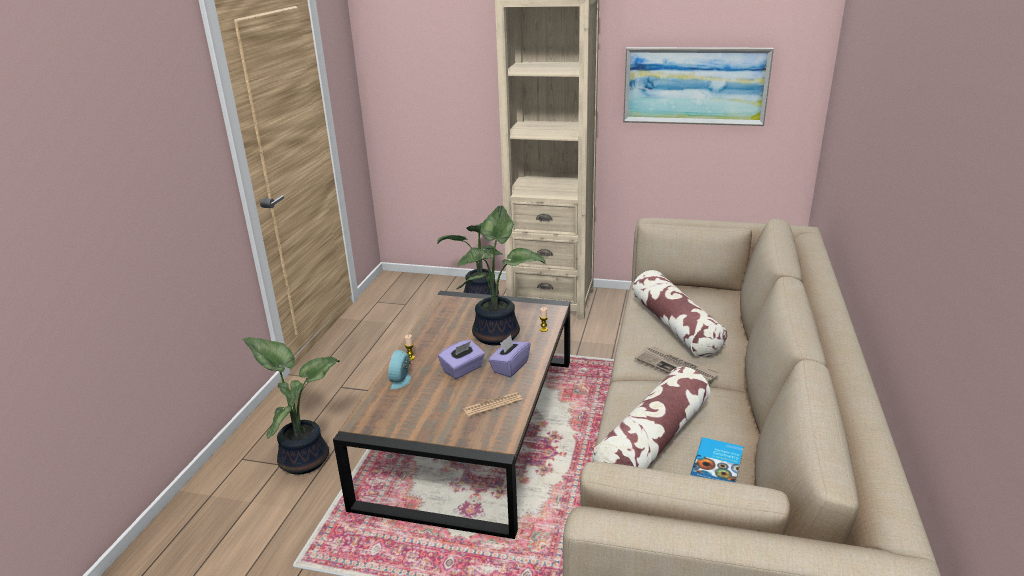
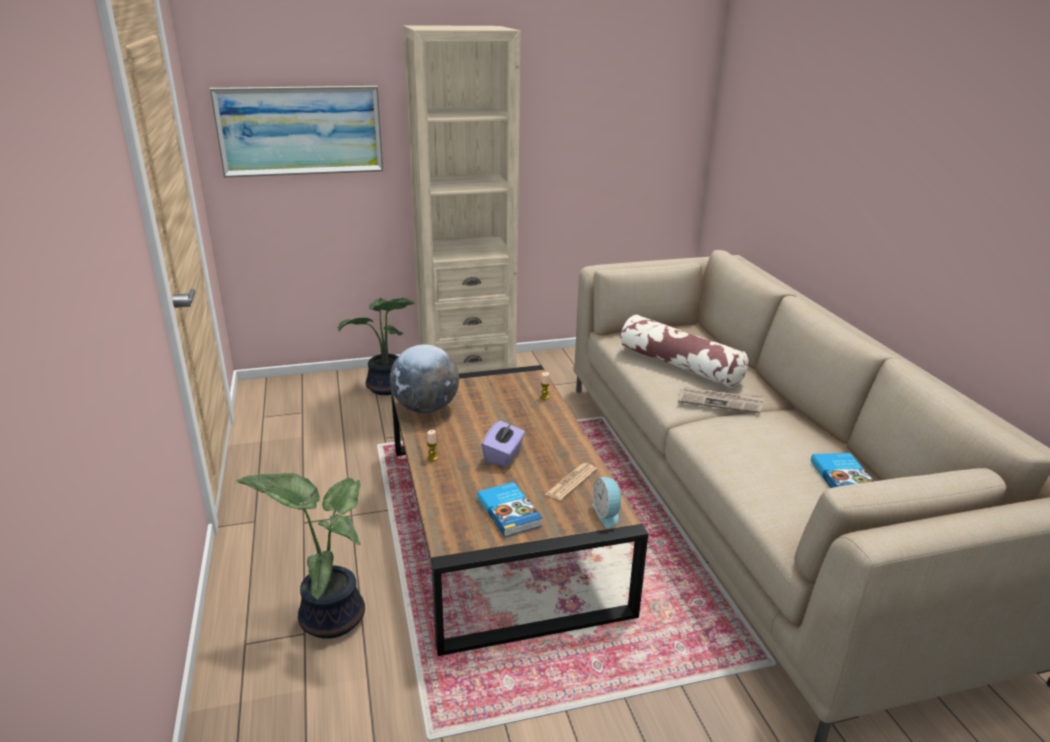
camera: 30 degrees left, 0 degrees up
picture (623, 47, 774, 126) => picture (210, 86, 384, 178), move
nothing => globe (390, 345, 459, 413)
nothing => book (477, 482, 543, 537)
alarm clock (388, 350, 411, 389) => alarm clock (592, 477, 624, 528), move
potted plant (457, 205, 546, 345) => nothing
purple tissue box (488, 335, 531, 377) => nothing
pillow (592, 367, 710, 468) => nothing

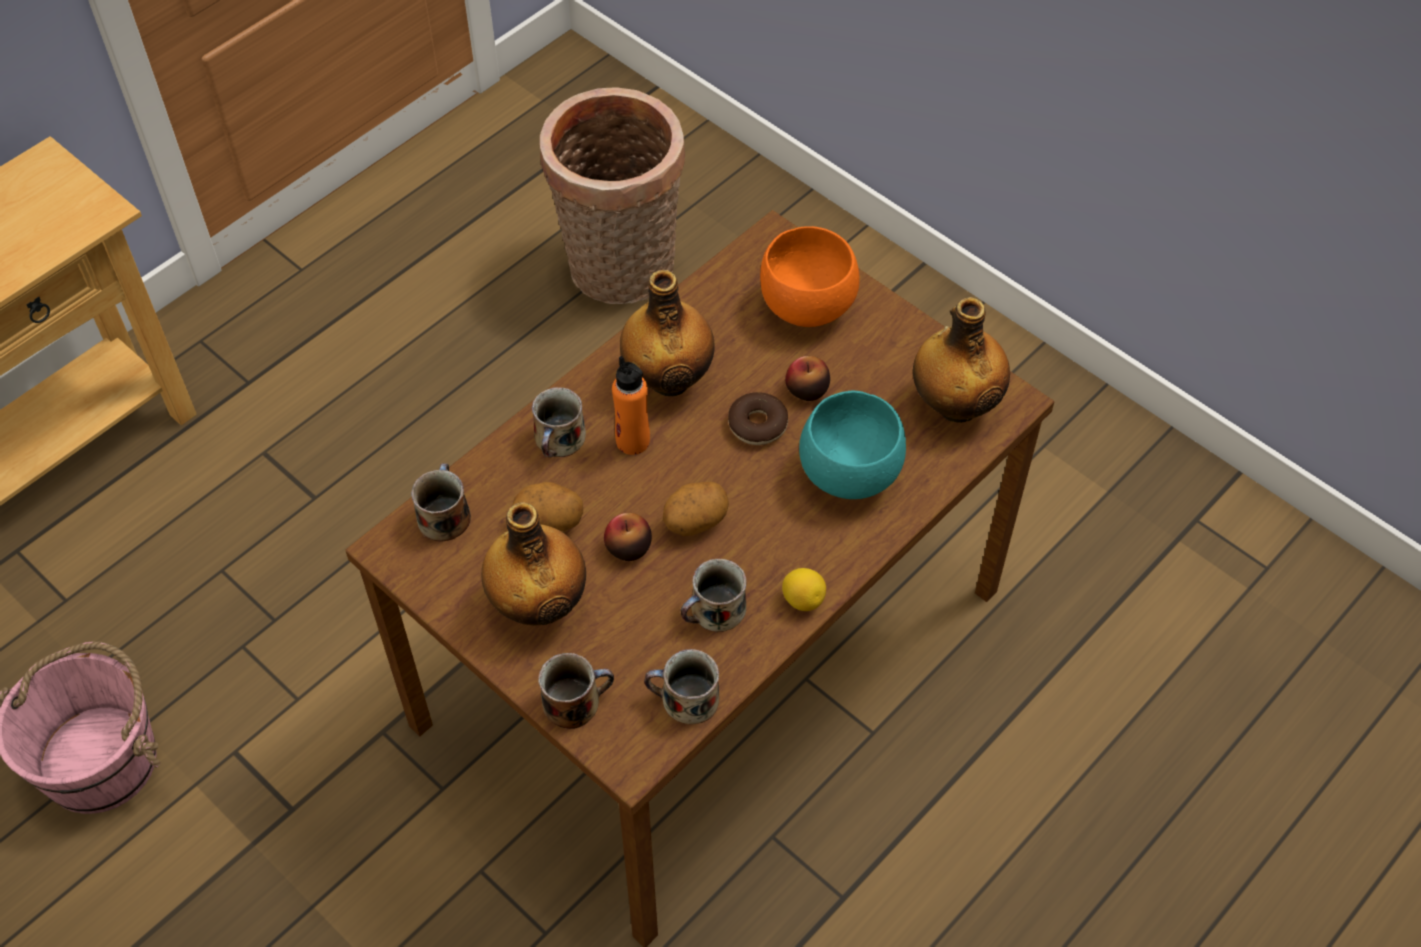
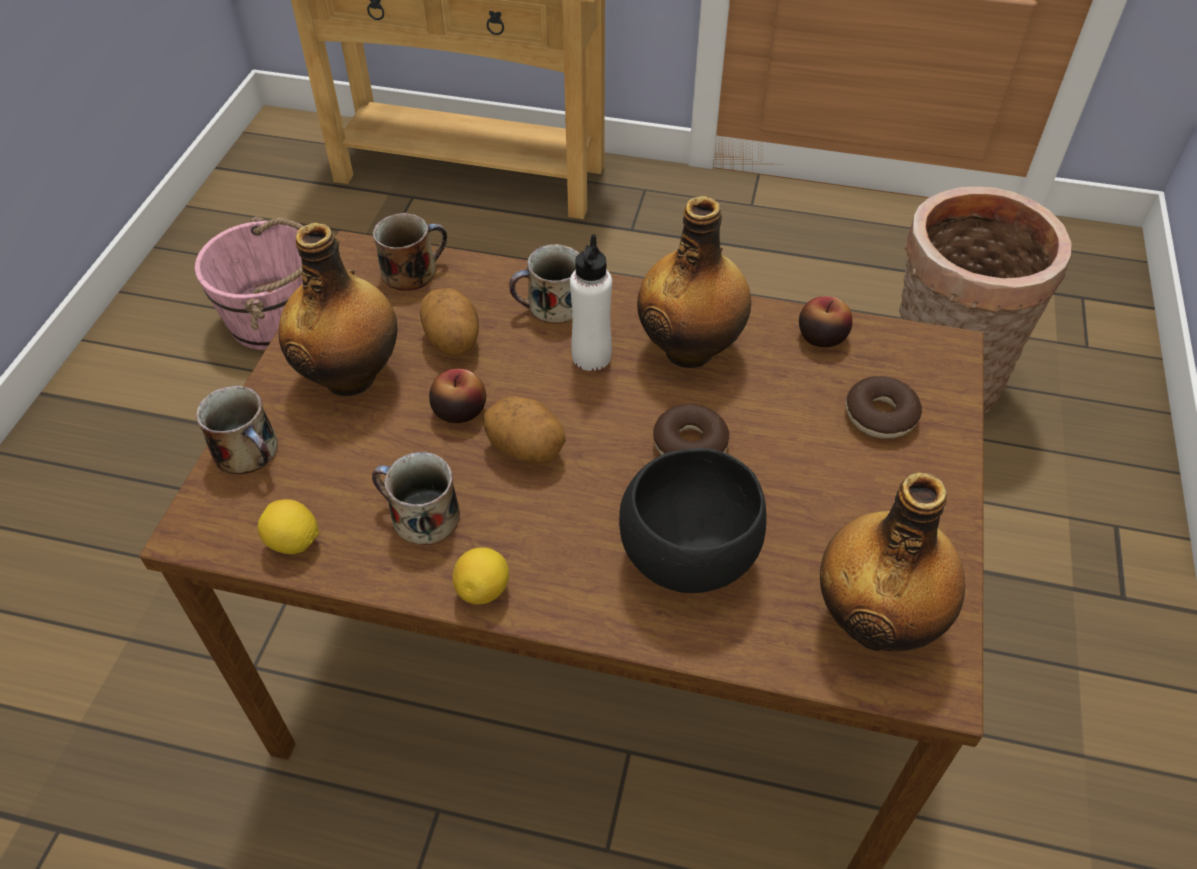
camera: 60 degrees right, 5 degrees down
mug (644, 649, 719, 724) => lemon (258, 499, 319, 554)
orange bottle (612, 356, 650, 455) => white bottle (570, 234, 612, 371)
turquoise bowl (799, 391, 906, 499) => black bowl (619, 448, 767, 593)
apple (785, 356, 830, 401) => apple (799, 296, 853, 347), move
orange bowl (760, 226, 860, 327) => donut (846, 376, 922, 439)

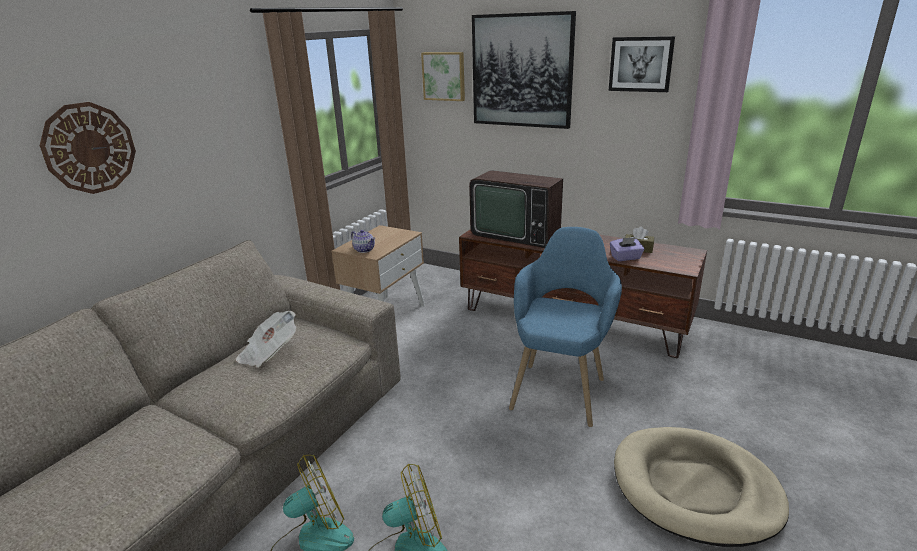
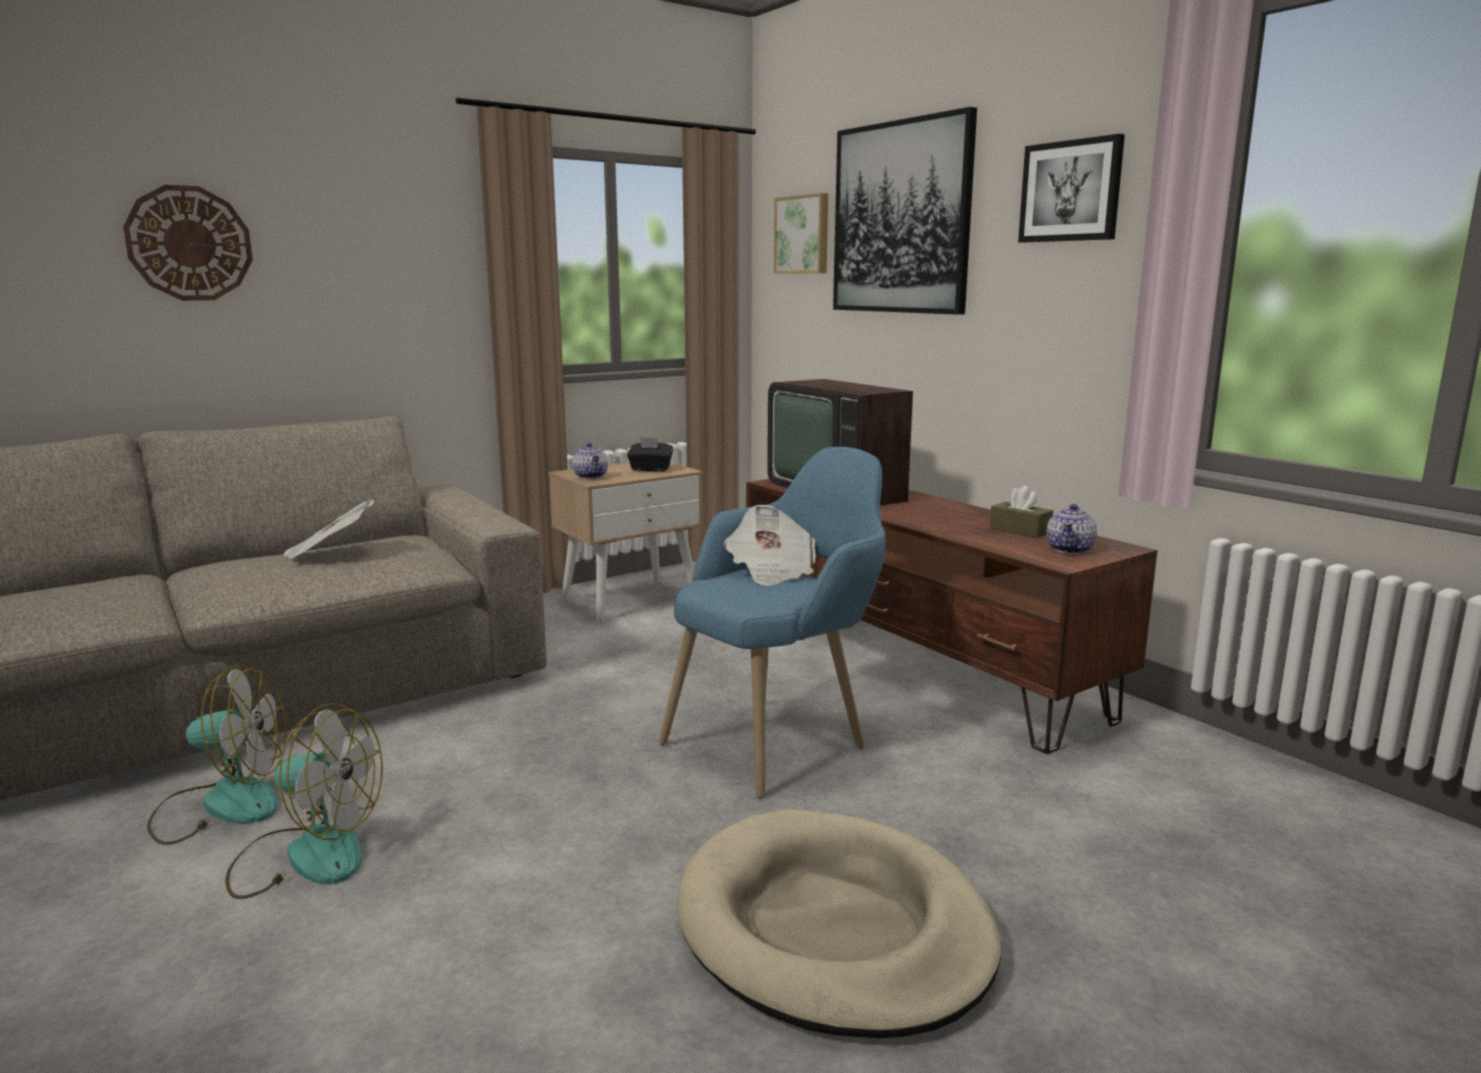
camera: 25 degrees right, 10 degrees down
nothing => black tissue box (627, 437, 673, 471)
nothing => newspaper (723, 505, 816, 586)
nothing => teapot (1046, 504, 1097, 554)
purple tissue box (610, 237, 645, 261) => nothing

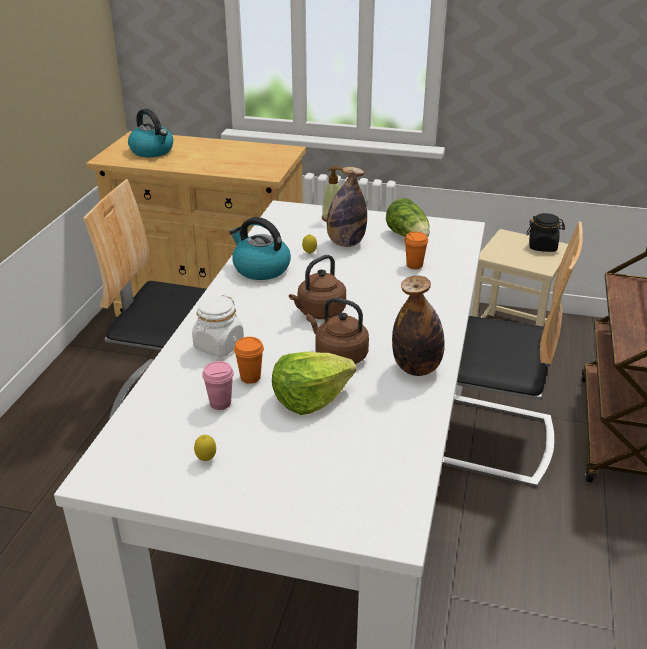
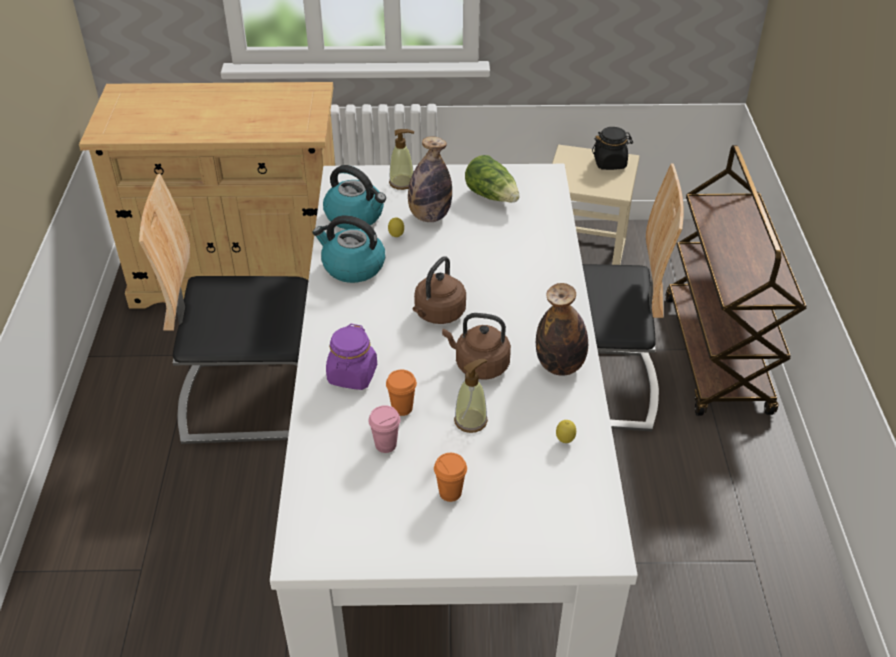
camera: 15 degrees left, 10 degrees up
kettle (128, 109, 173, 157) => kettle (323, 165, 386, 229), move
white jar (192, 295, 244, 357) => purple jar (326, 324, 377, 390)
orange cup (404, 232, 428, 269) => orange cup (434, 453, 467, 502), move
lettuce (272, 352, 356, 415) => soap dispenser (454, 359, 488, 433)
lemon (194, 435, 216, 461) => lemon (556, 420, 576, 443), move

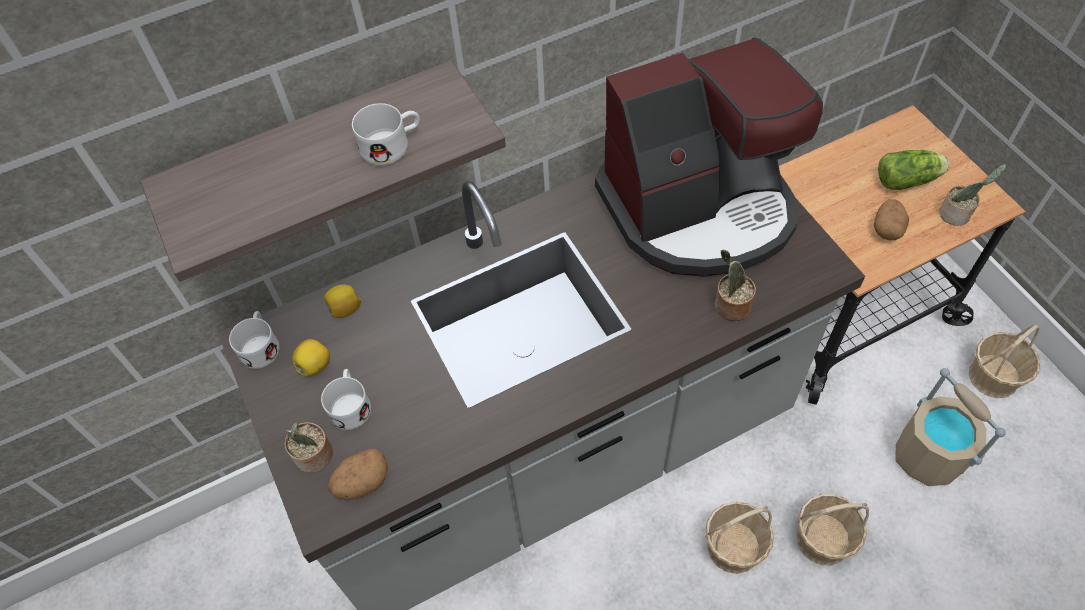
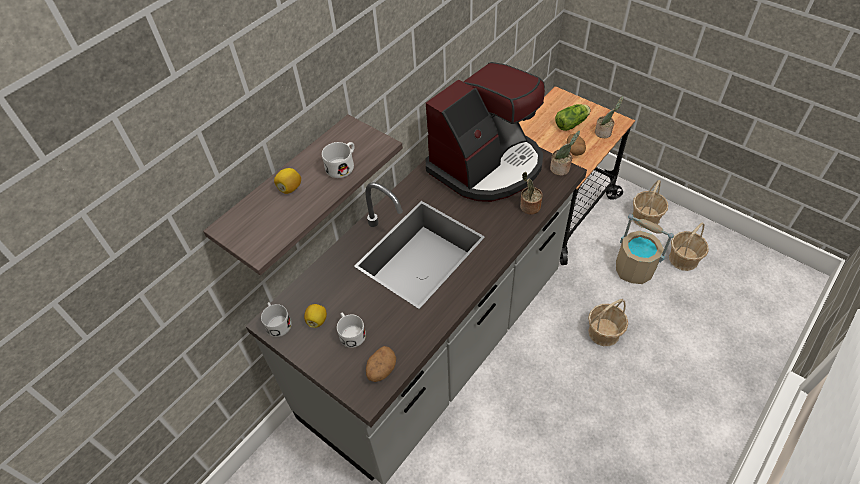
camera: 25 degrees left, 5 degrees down
lemon (324, 285, 361, 318) => lemon (274, 168, 301, 194), move
potted plant (285, 422, 333, 473) => potted plant (550, 131, 580, 176), move
basket (705, 502, 774, 574) => basket (669, 222, 709, 271), move

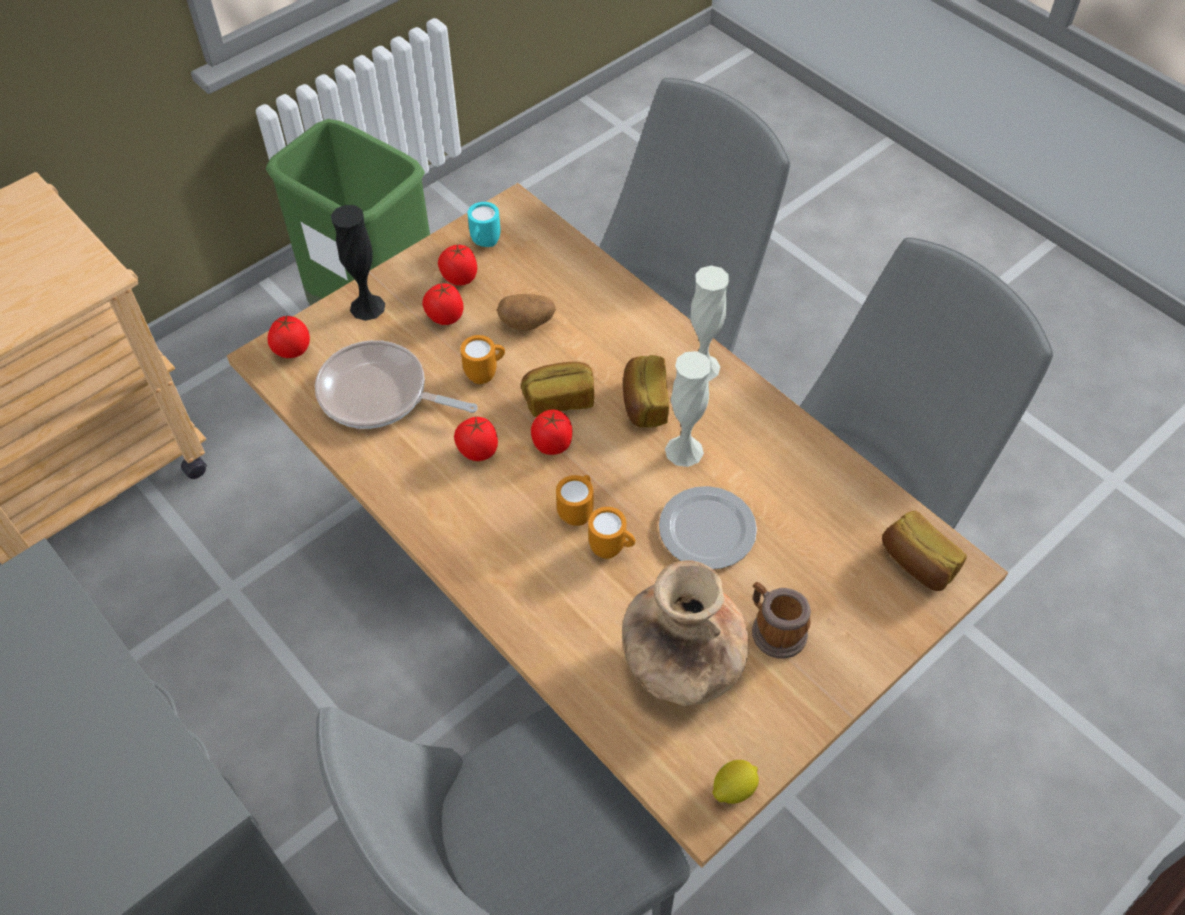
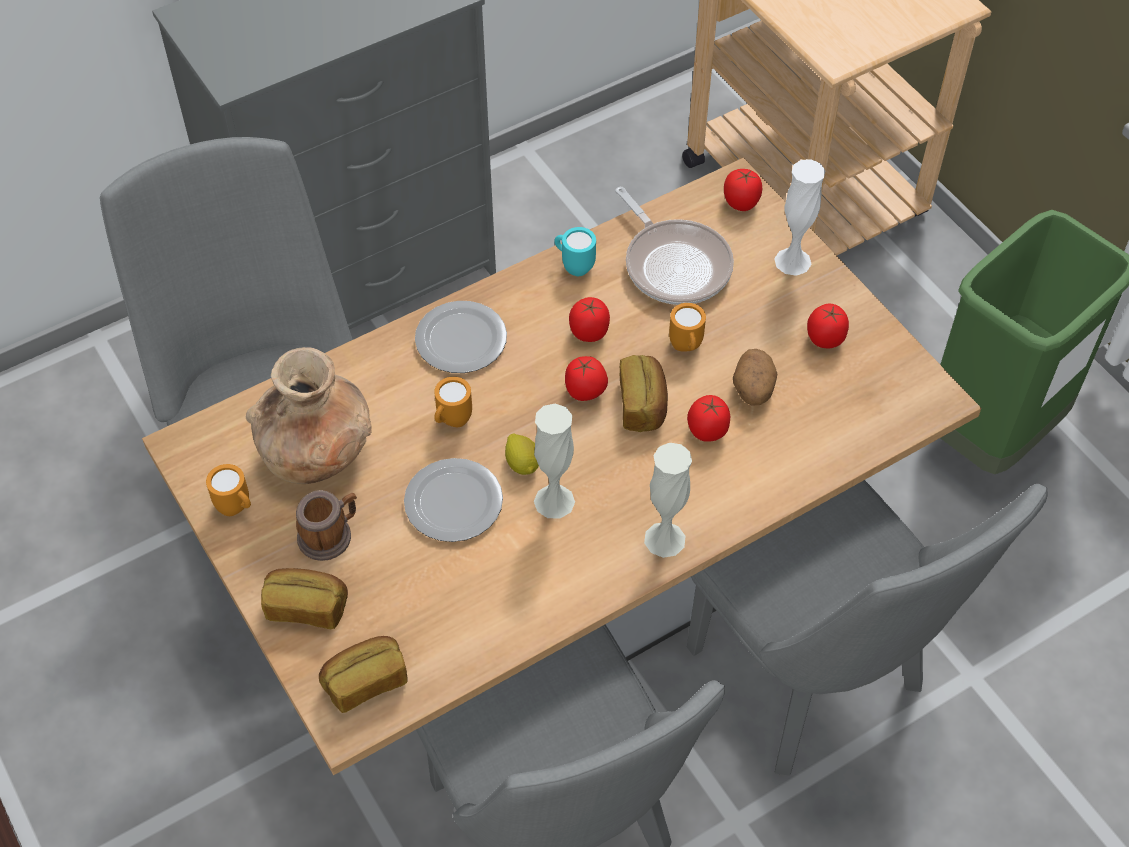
camera: 100 degrees right, 0 degrees up
orange mug (556, 475, 593, 526) => orange mug (206, 464, 251, 516), move
bread (623, 355, 669, 428) => bread (261, 568, 348, 629), move
nothing => plate (415, 301, 507, 373)
lemon (712, 760, 759, 804) => lemon (505, 433, 539, 475), move
turquoise mug (467, 202, 500, 247) => turquoise mug (554, 227, 596, 276), move
frying pan (315, 340, 478, 429) => frying pan (615, 187, 734, 305), 120 degrees clockwise
tomato (422, 283, 464, 325) => tomato (687, 395, 730, 442), move
black vase (331, 205, 385, 321) => white vase (774, 159, 826, 276)

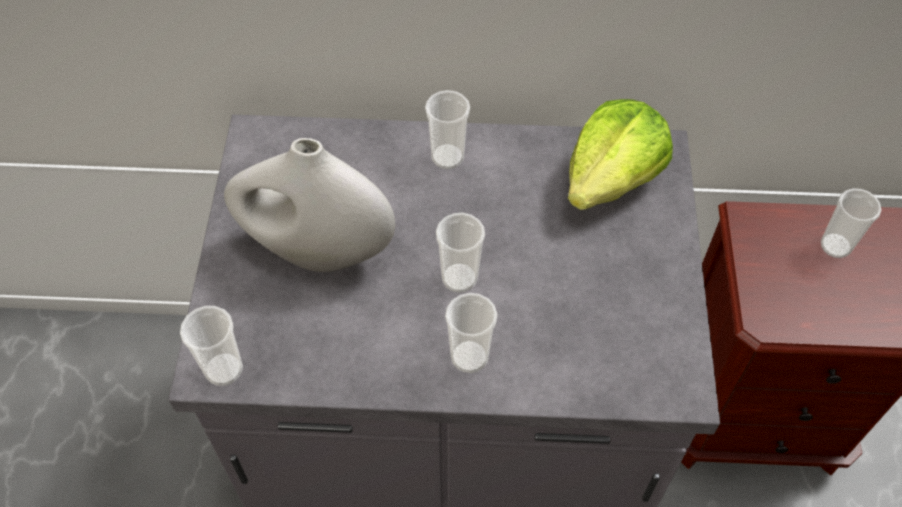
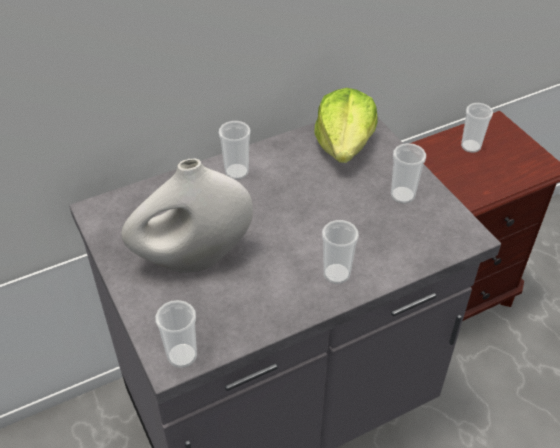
camera: 30 degrees left, 10 degrees down
cup (436, 213, 485, 293) => cup (391, 143, 426, 204), move

